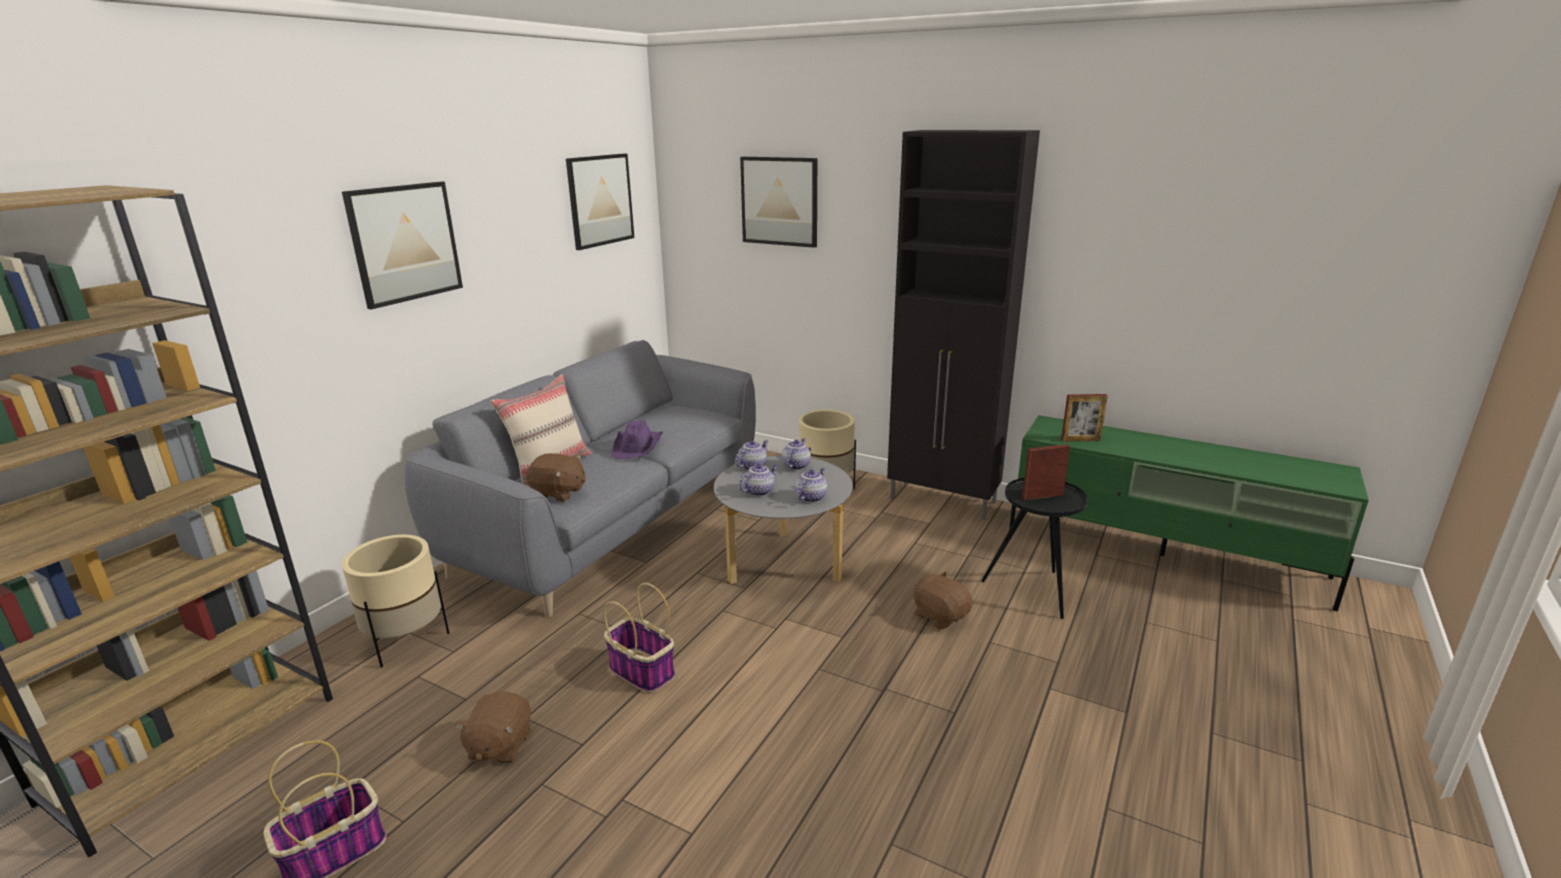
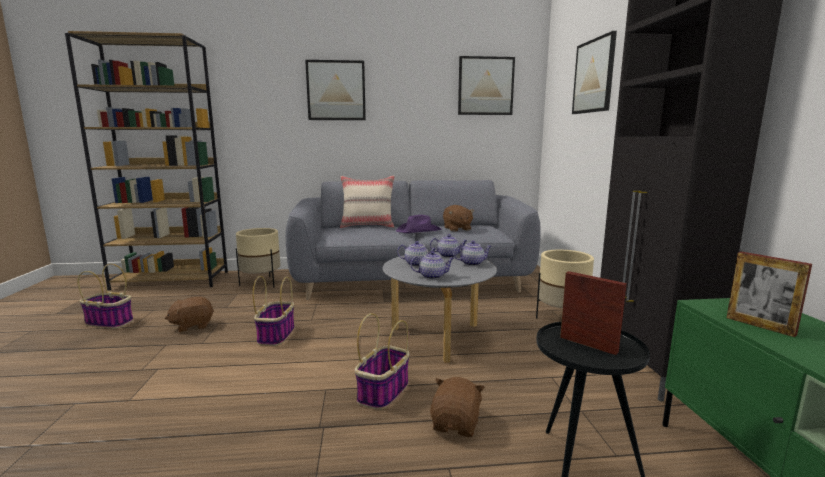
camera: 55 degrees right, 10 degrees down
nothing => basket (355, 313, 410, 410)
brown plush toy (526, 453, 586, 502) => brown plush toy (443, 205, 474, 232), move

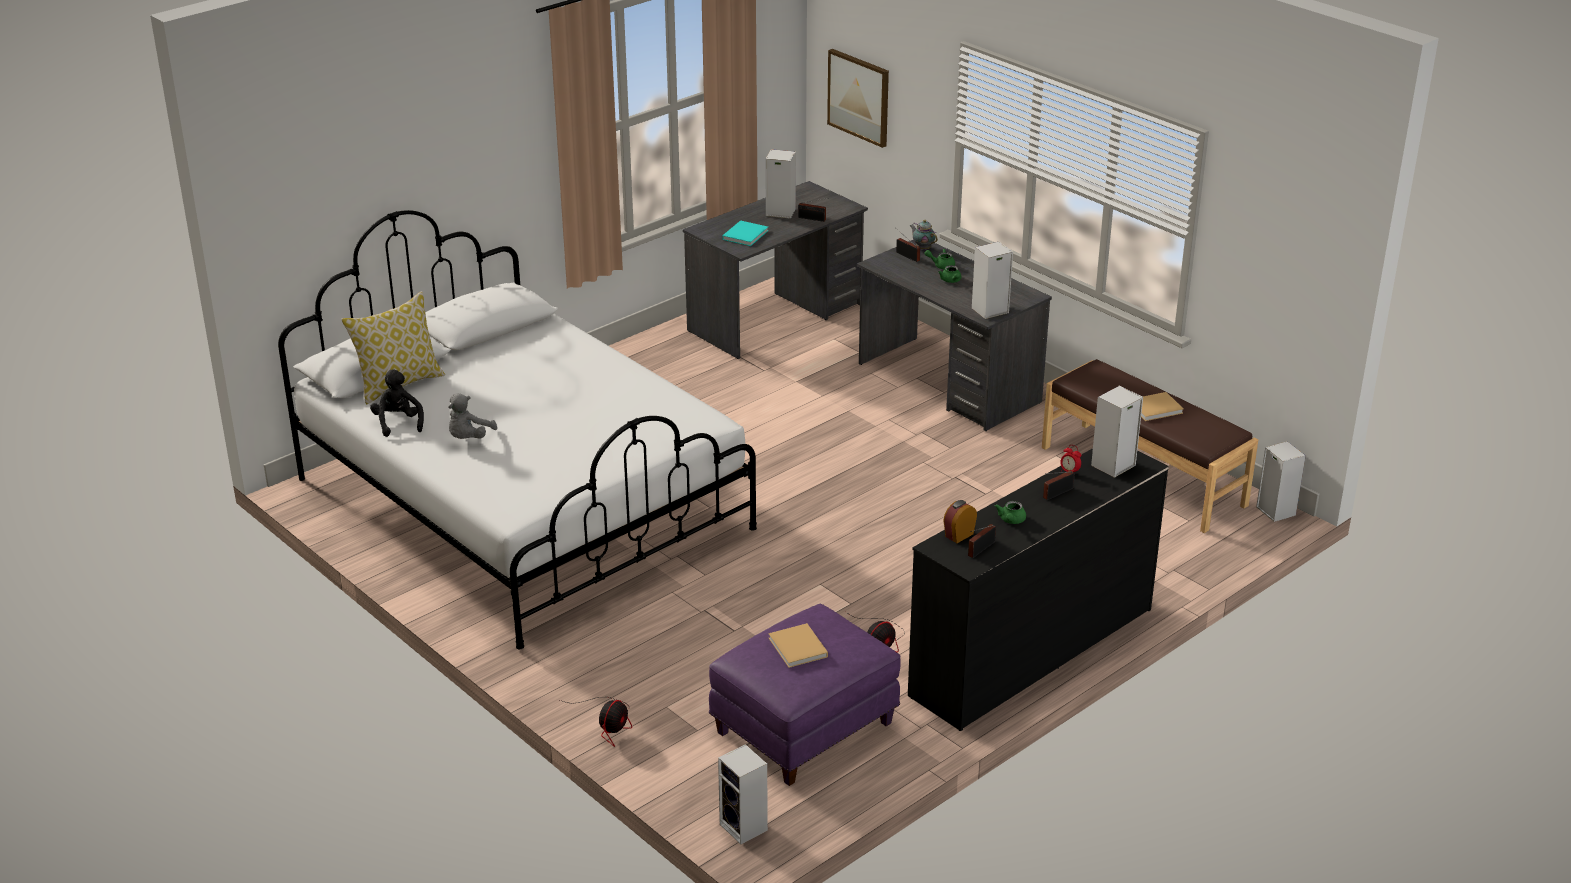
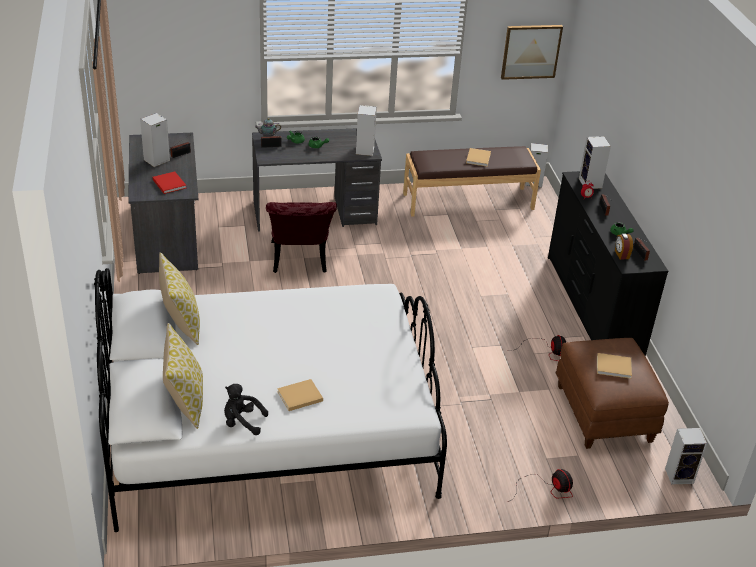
camera: 60 degrees left, 5 degrees up
turquoise book (722, 220, 768, 246) => red book (153, 171, 186, 194)
nothing => pillow (159, 252, 200, 345)
nothing => red chair (266, 202, 337, 273)
grey plush toy (448, 393, 497, 439) => beige book (277, 379, 323, 411)
picture (827, 49, 889, 148) => picture (501, 25, 563, 80), move
purple ottoman (709, 604, 901, 786) => brown ottoman (556, 338, 669, 449)

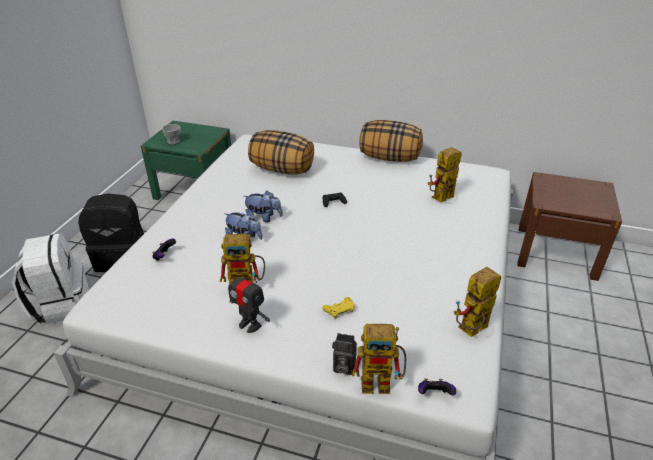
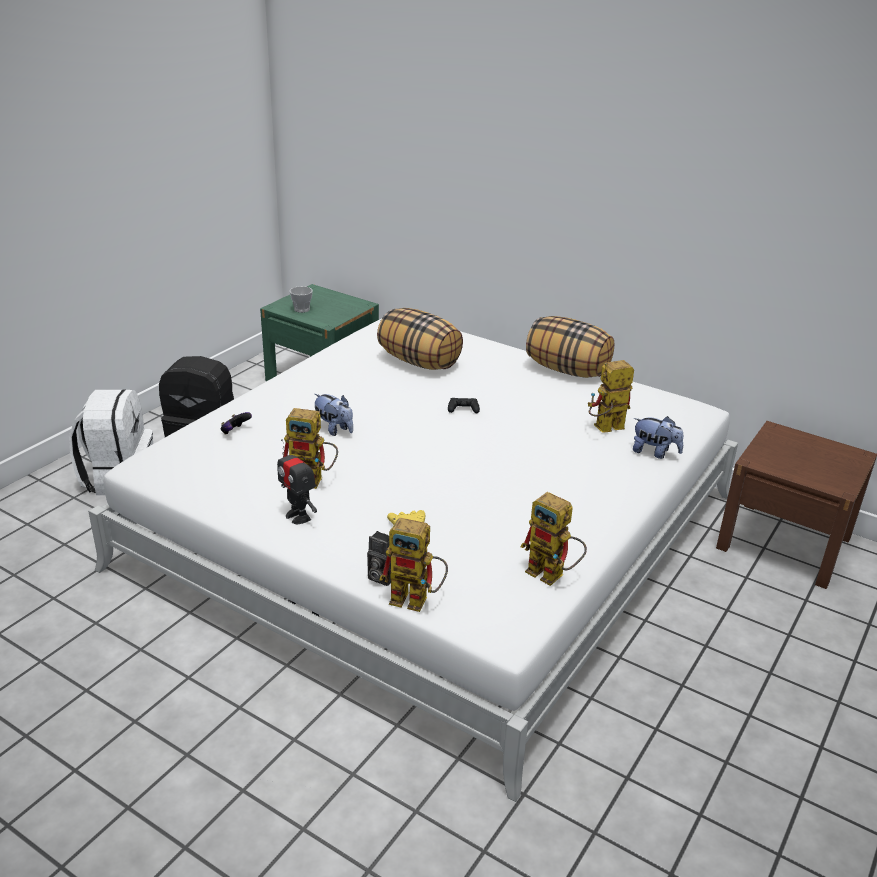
camera: 15 degrees right, 5 degrees down
toy robot (454, 267, 501, 337) => toy robot (521, 492, 587, 586), 120 degrees counterclockwise
plush toy (243, 191, 283, 223) => plush toy (633, 416, 683, 459), move
game controller (418, 378, 456, 395) => nothing

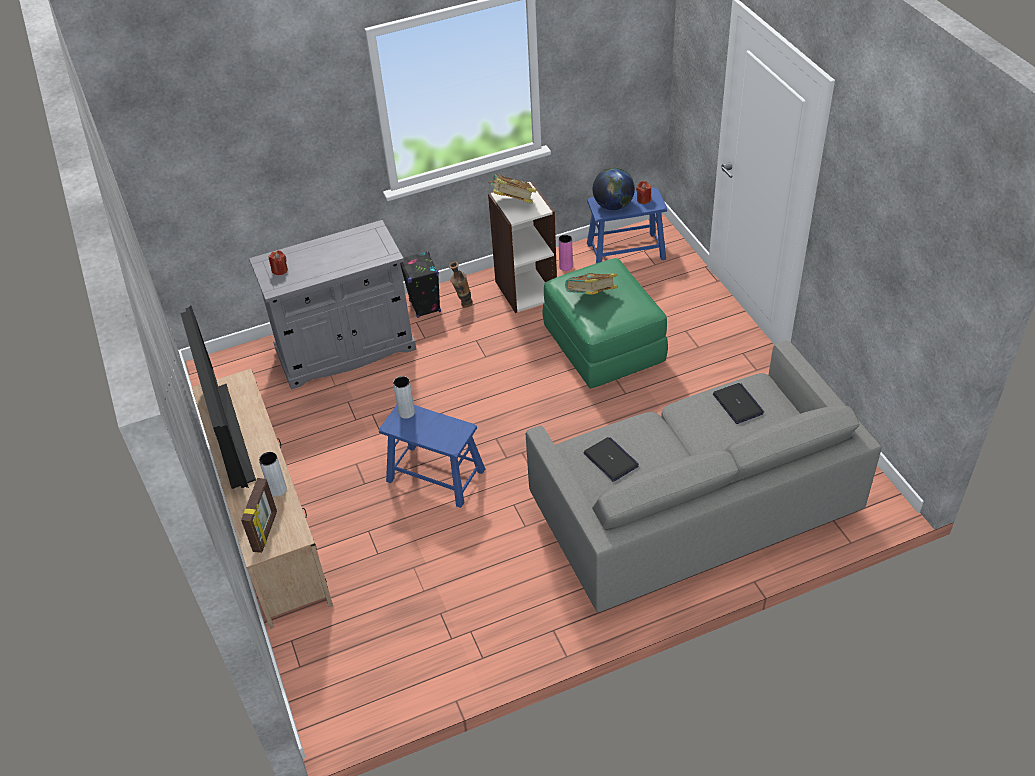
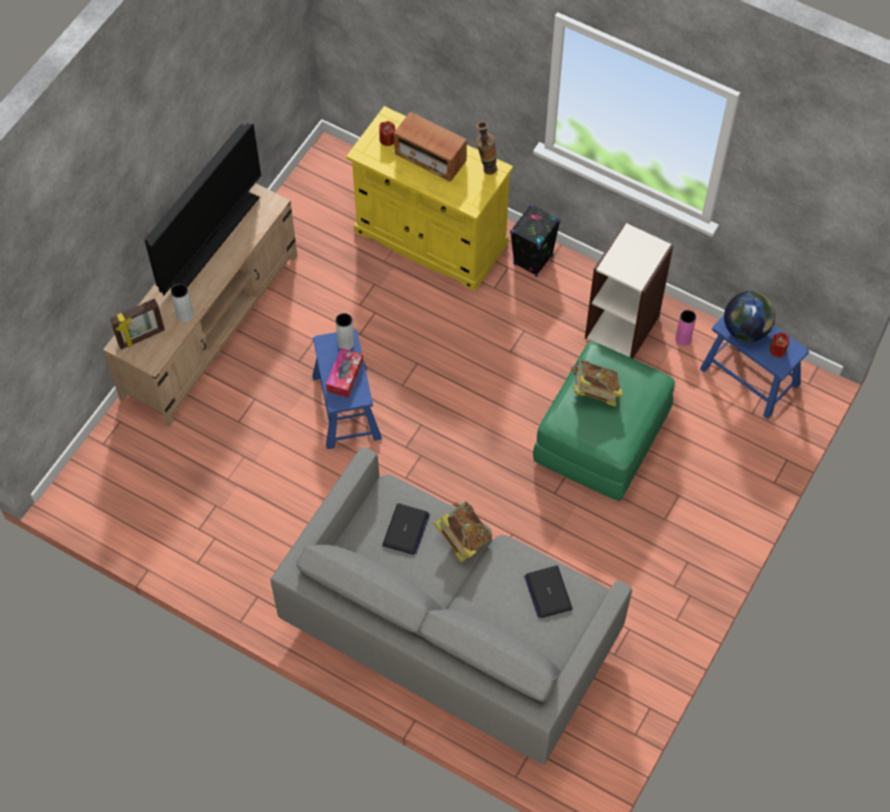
camera: 50 degrees right, 15 degrees up
nothing => tissue box (326, 348, 363, 398)
grey cabinet (249, 220, 416, 390) => yellow cabinet (346, 106, 513, 291)
nothing => radio (394, 112, 467, 182)
book (488, 174, 536, 203) => book (433, 501, 492, 563), move
vase (449, 261, 473, 308) => vase (476, 121, 497, 175), move
laptop (713, 383, 764, 424) => laptop (524, 566, 573, 618), 135 degrees clockwise

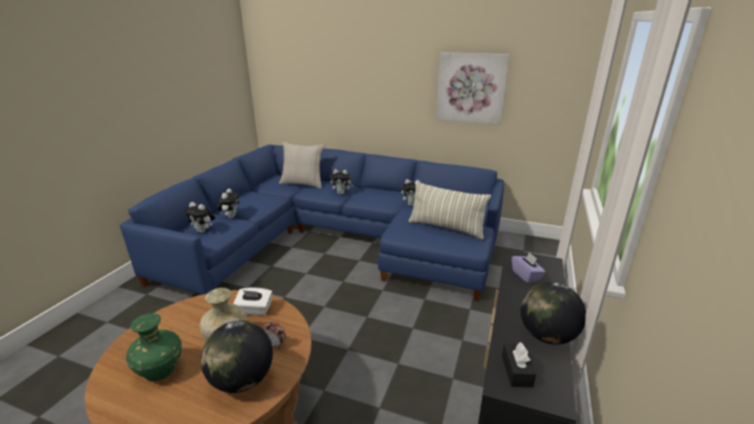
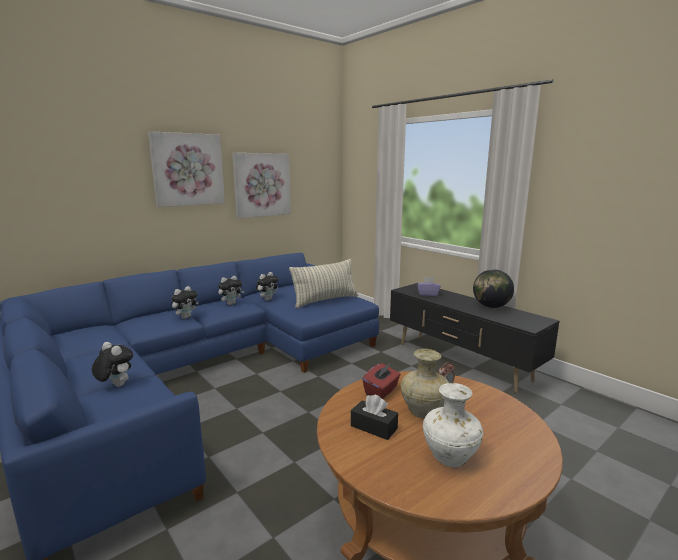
camera: 60 degrees left, 10 degrees down
nothing => picture (148, 131, 225, 207)
plush toy (183, 202, 215, 233) => plush toy (218, 276, 244, 305), move
black tissue box (502, 342, 536, 388) => black tissue box (351, 394, 398, 440), move
white tissue box (233, 288, 272, 316) => red tissue box (362, 363, 401, 399)
green vase (126, 313, 182, 381) => white vase (423, 383, 483, 467)
globe (201, 321, 273, 393) => nothing
beige pillow (279, 142, 325, 189) => nothing

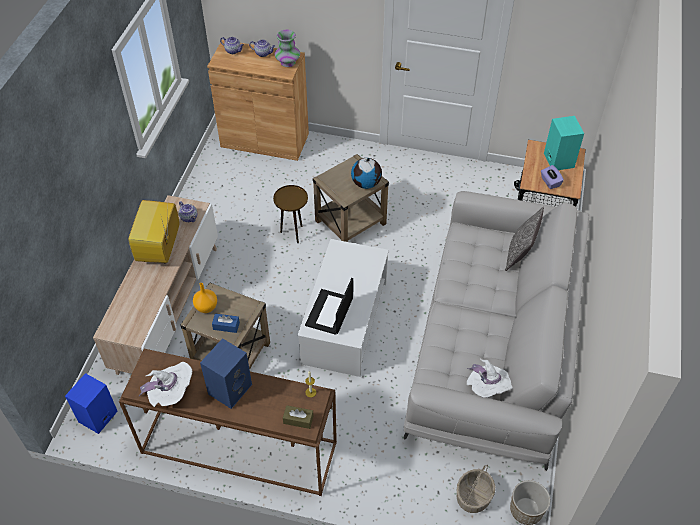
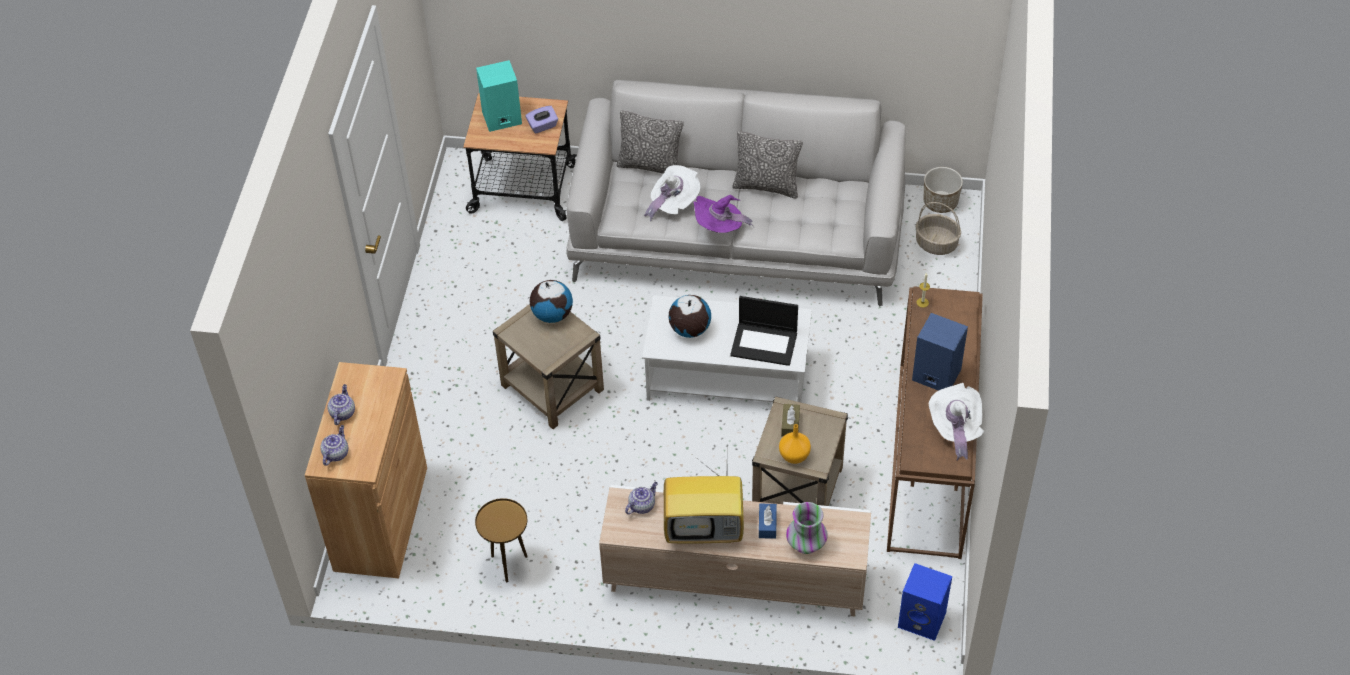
camera: 95 degrees left, 0 degrees up
brown side table (273, 185, 308, 243) => brown side table (475, 498, 528, 583), move
white hat (467, 359, 513, 398) => white hat (644, 165, 701, 221), move
nothing => globe (669, 295, 711, 338)
nothing => purple hat (693, 195, 754, 233)
nothing => pillow (732, 131, 803, 199)
blue tissue box (212, 314, 240, 333) => blue tissue box (759, 504, 777, 539), move
brown tissue box (283, 405, 314, 429) => brown tissue box (781, 404, 800, 437), move
vase (275, 30, 300, 67) => vase (786, 502, 828, 554), move

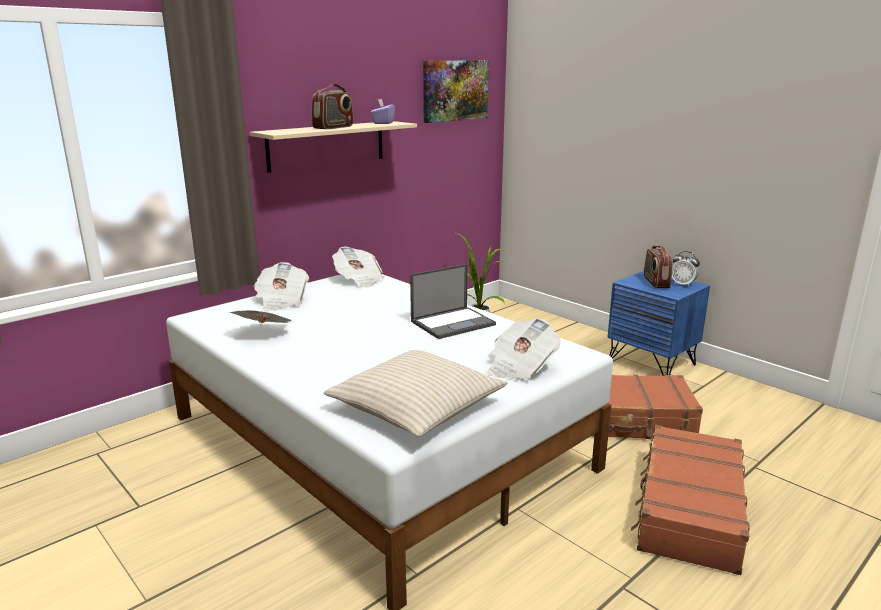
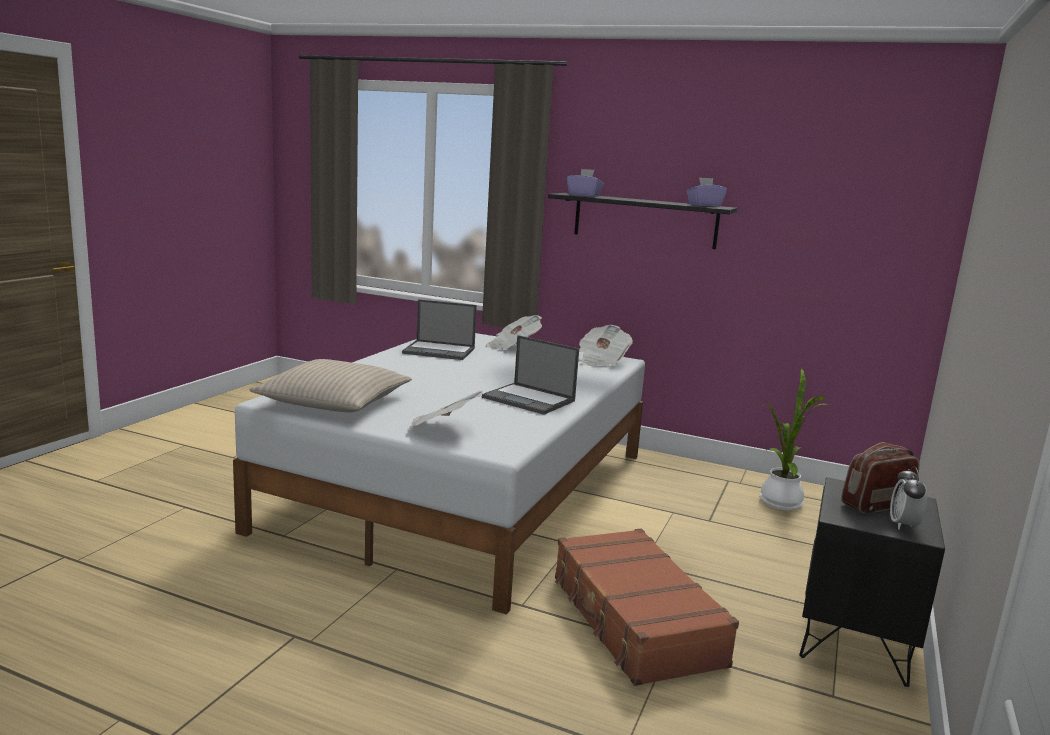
camera: 65 degrees right, 5 degrees down
newspaper (229, 310, 292, 323) => laptop (402, 299, 477, 360)
beige shelf (250, 121, 417, 173) => black shelf (548, 193, 738, 249)
nothing => purple tissue box (567, 169, 604, 197)
blue nightstand (608, 271, 710, 376) => black nightstand (799, 477, 945, 687)
radio (312, 84, 354, 129) => nothing
picture (423, 61, 489, 123) => nothing
brown suitcase (631, 425, 750, 575) => nothing

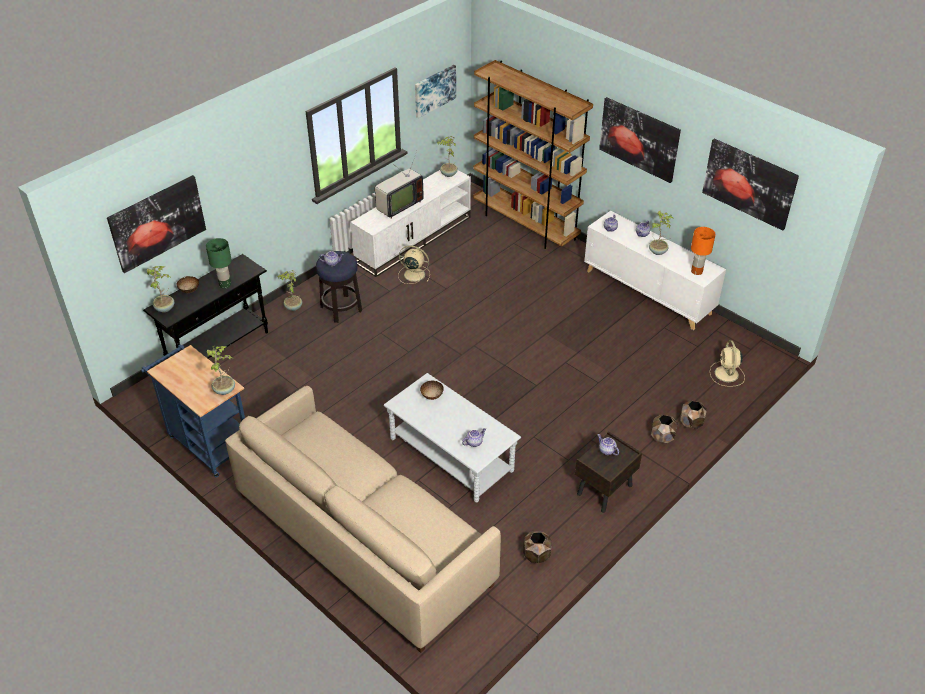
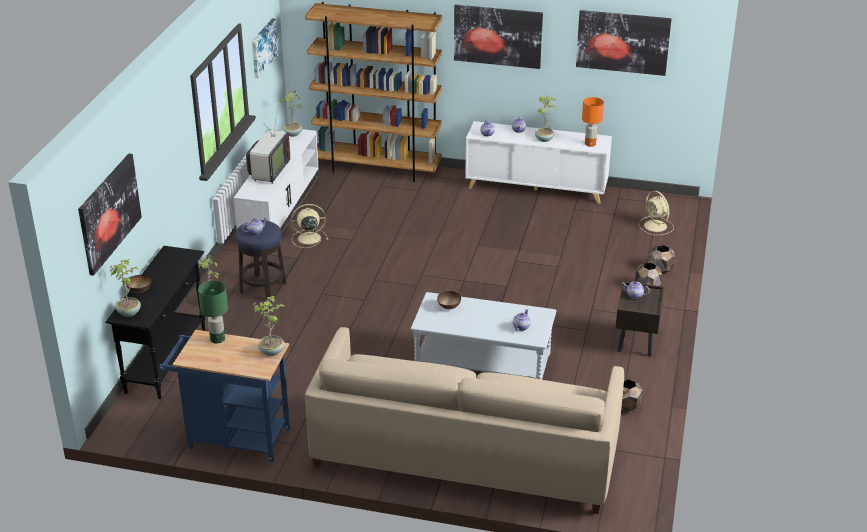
camera: 30 degrees left, 10 degrees down
green table lamp (206, 238, 232, 288) => green table lamp (198, 281, 228, 344), move

